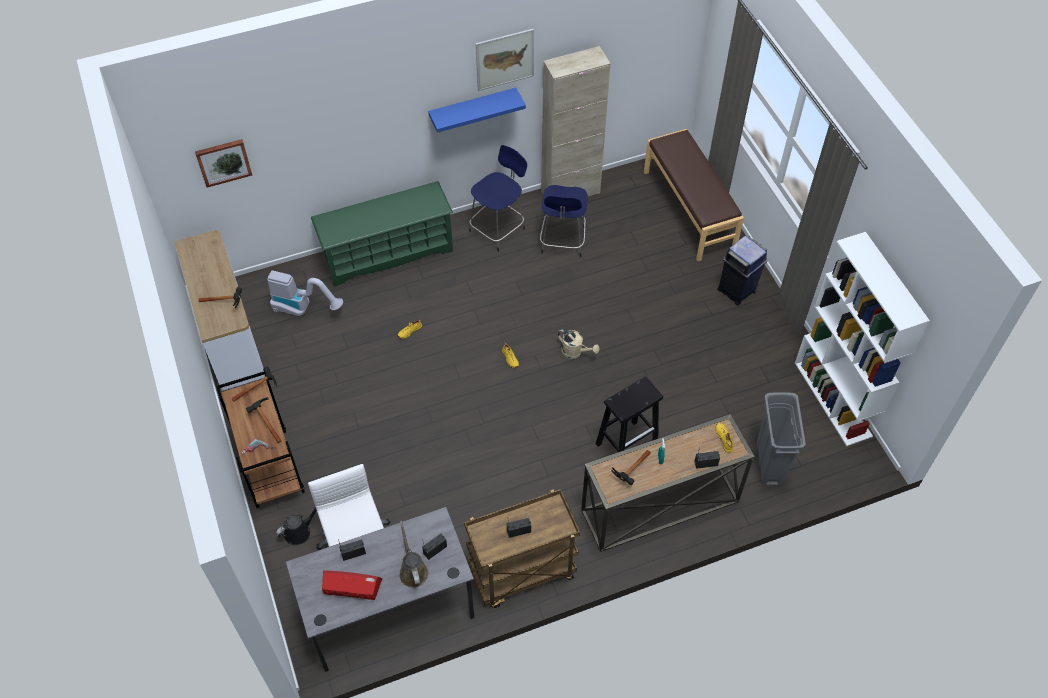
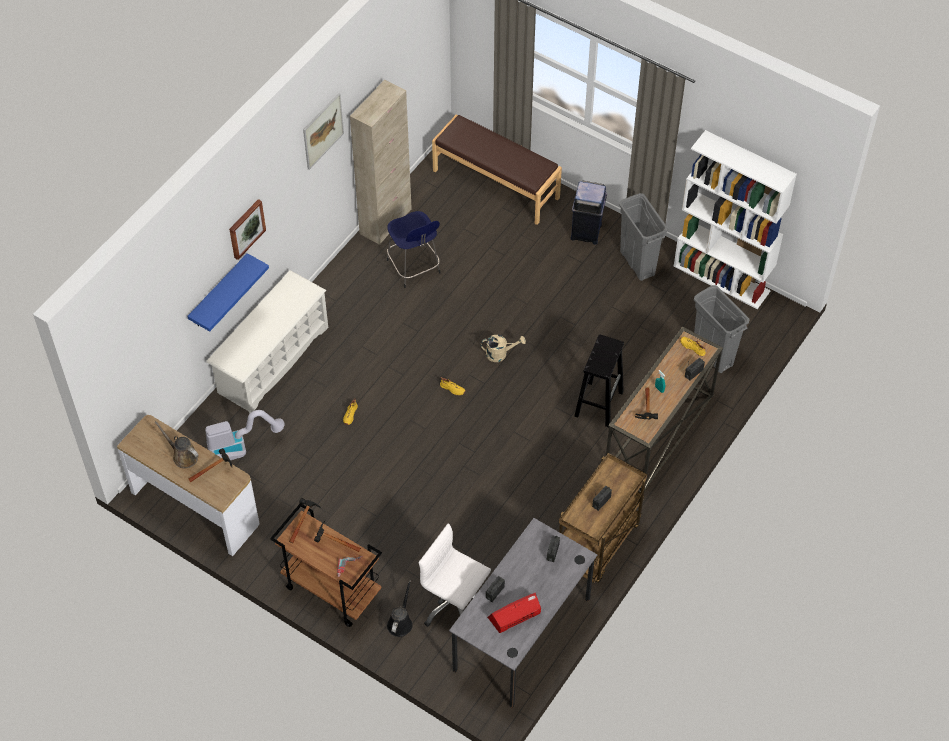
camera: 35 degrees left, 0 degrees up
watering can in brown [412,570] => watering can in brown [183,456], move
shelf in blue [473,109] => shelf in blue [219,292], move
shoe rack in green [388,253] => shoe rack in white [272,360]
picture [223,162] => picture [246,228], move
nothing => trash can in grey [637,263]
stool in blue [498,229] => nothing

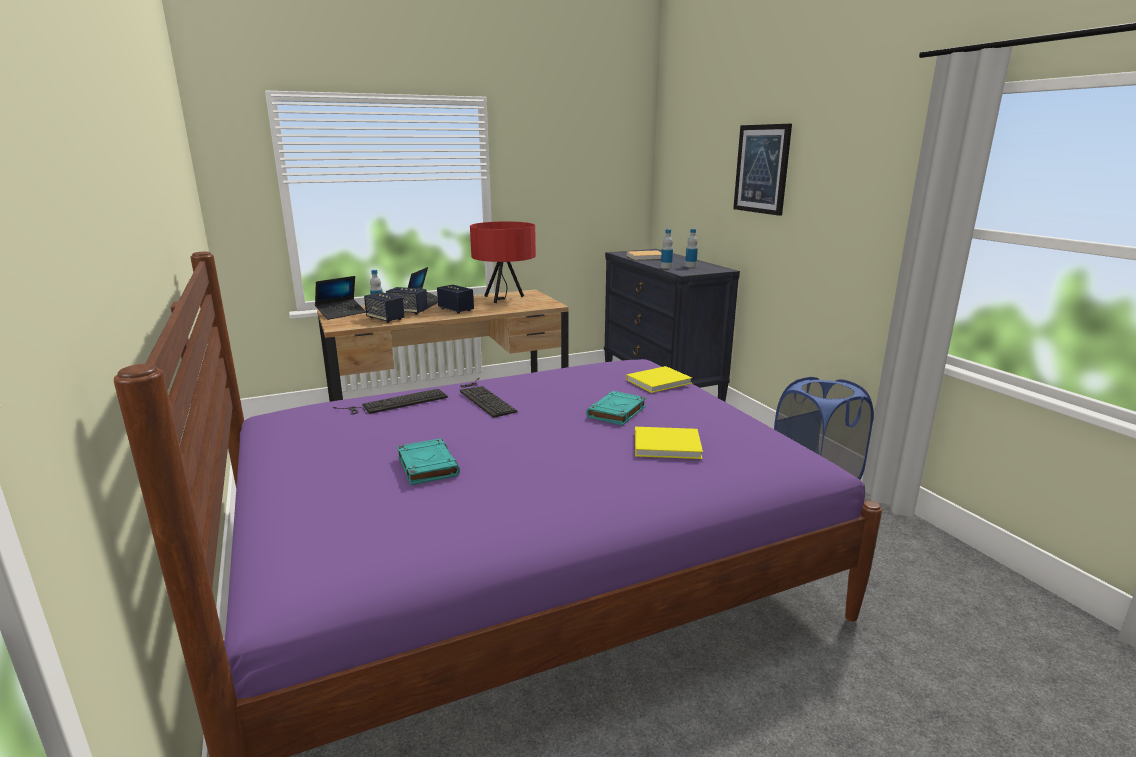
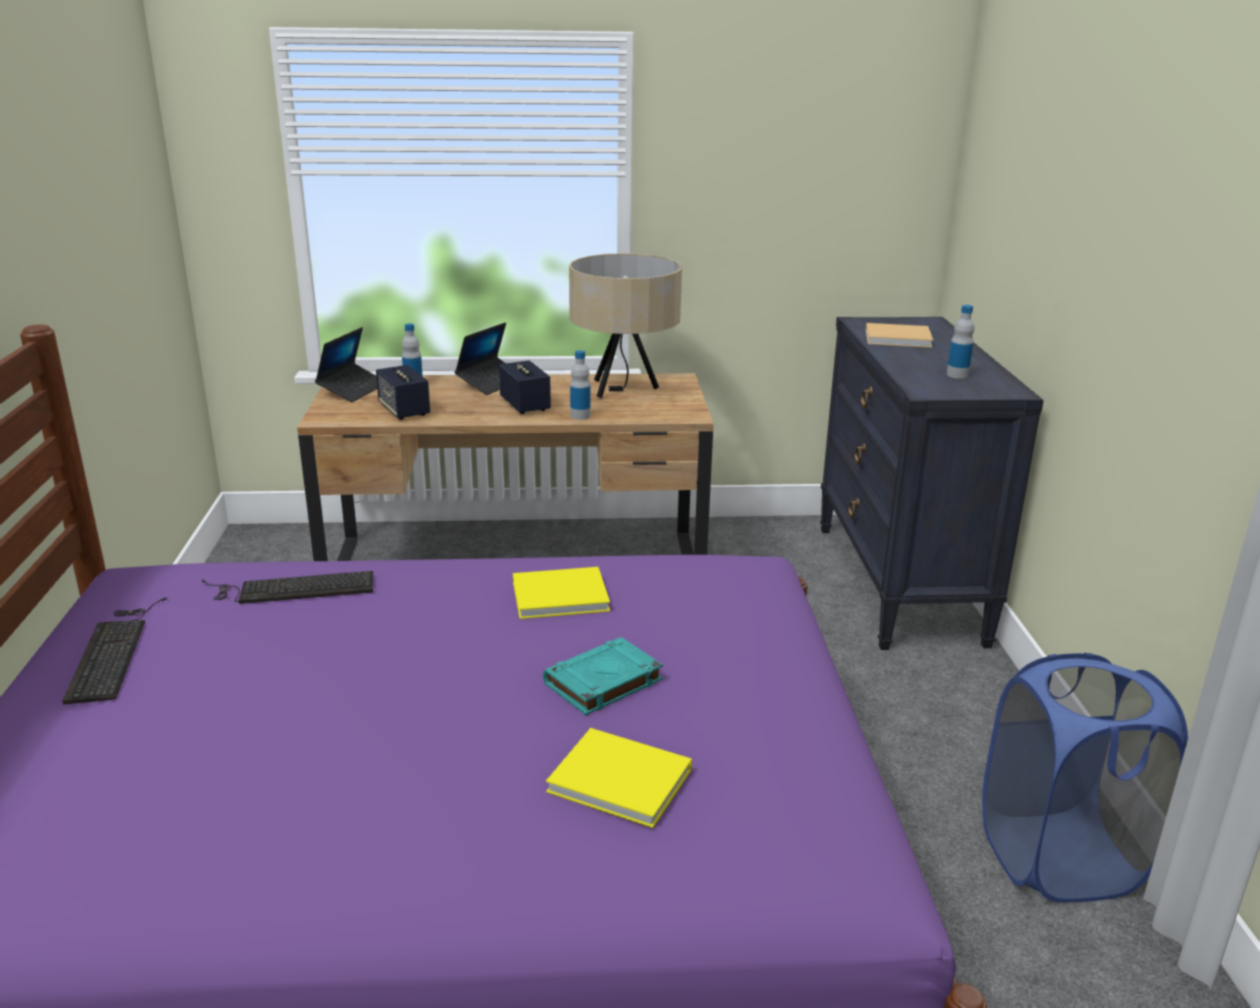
camera: 20 degrees right, 5 degrees up
keyboard [484,398] => keyboard [114,650], move
laptop [341,313] => laptop [353,390], 45 degrees counterclockwise
book in yellow [660,381] => book in yellow [563,596], move
table lamp in red [505,299] => table lamp in beige [624,390]
bottle [666,267] => bottle [580,416], move
speaker [408,312] => nothing
book in turquoise [427,466] => nothing
picture [762,169] => nothing

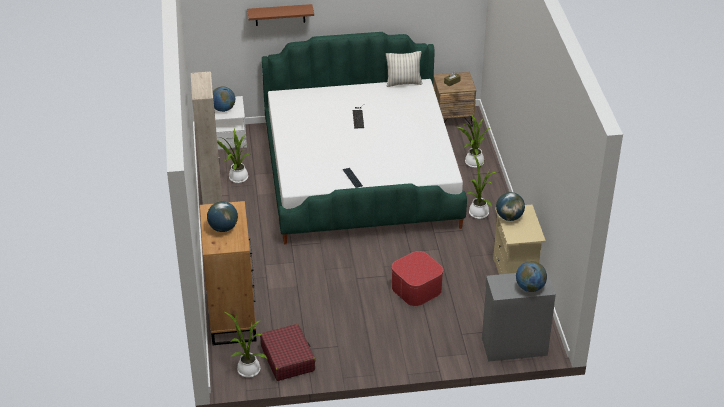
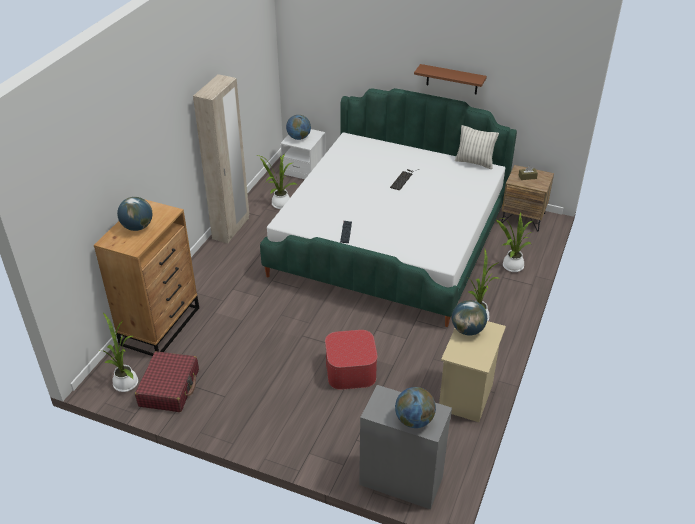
camera: 30 degrees right, 0 degrees up
shelf in brown [280,15] => shelf in brown [452,79], move

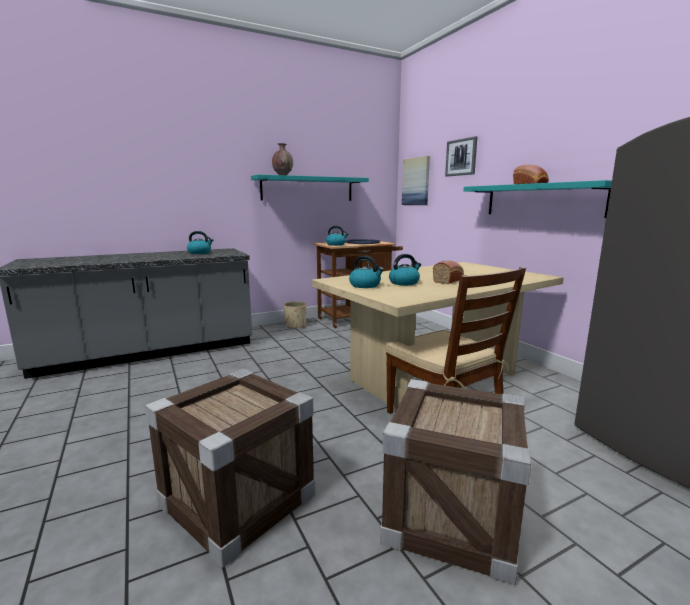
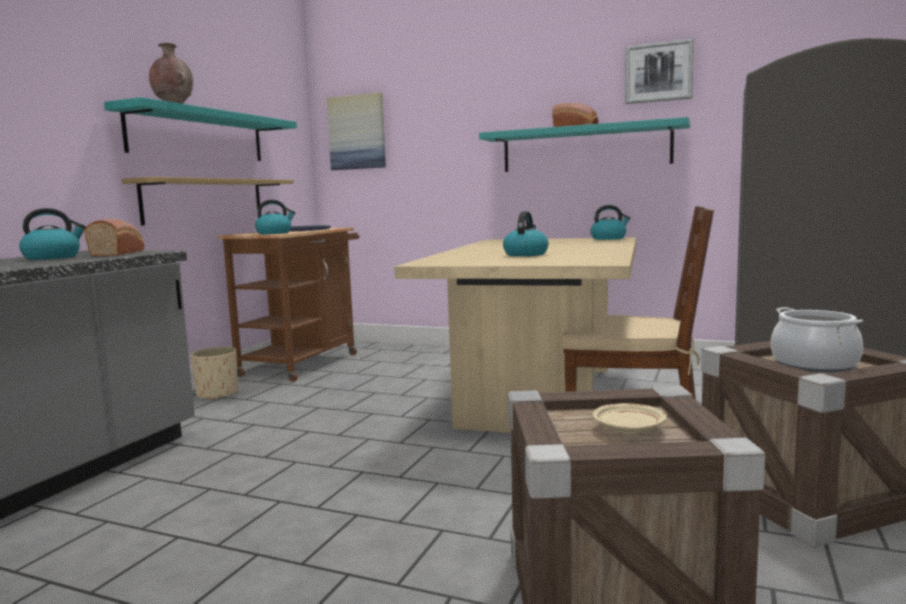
camera: 40 degrees left, 5 degrees down
bread [449,280] => bread [119,253], move
nothing => shelf [205,200]
kettle [365,285] => kettle [609,238], move
nothing => plate in beige [629,429]
picture [461,157] => picture [659,72], move
nothing => cooking pot [814,364]

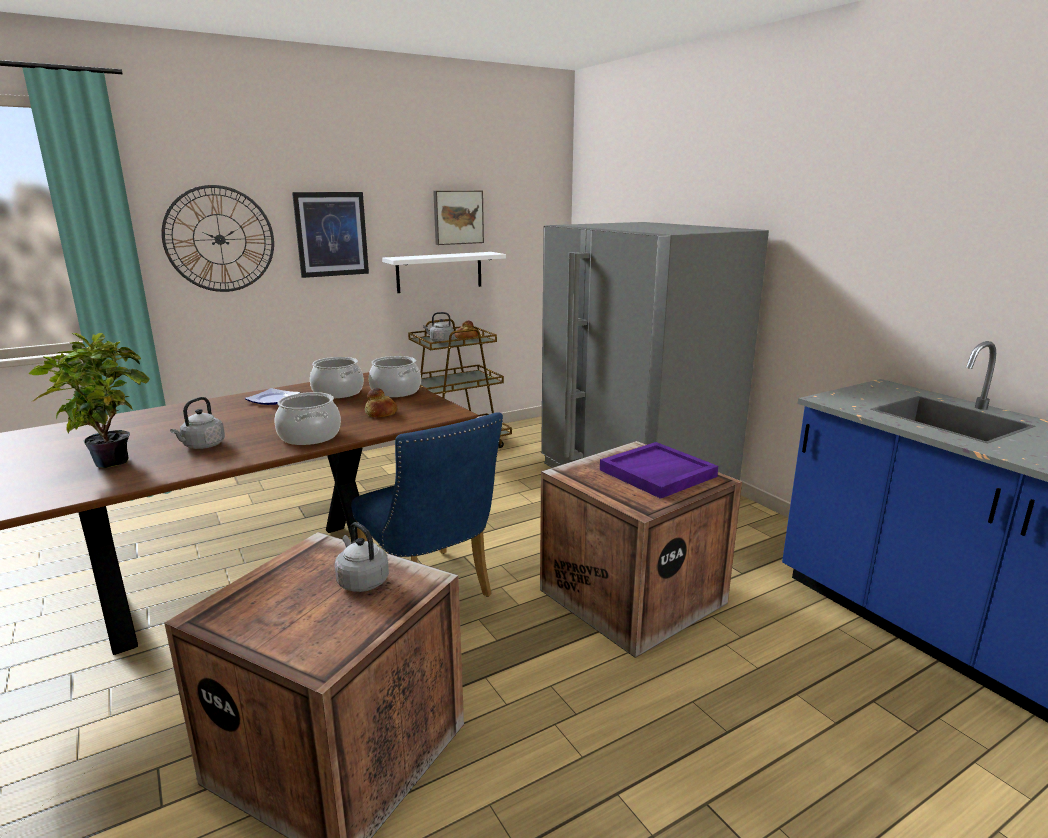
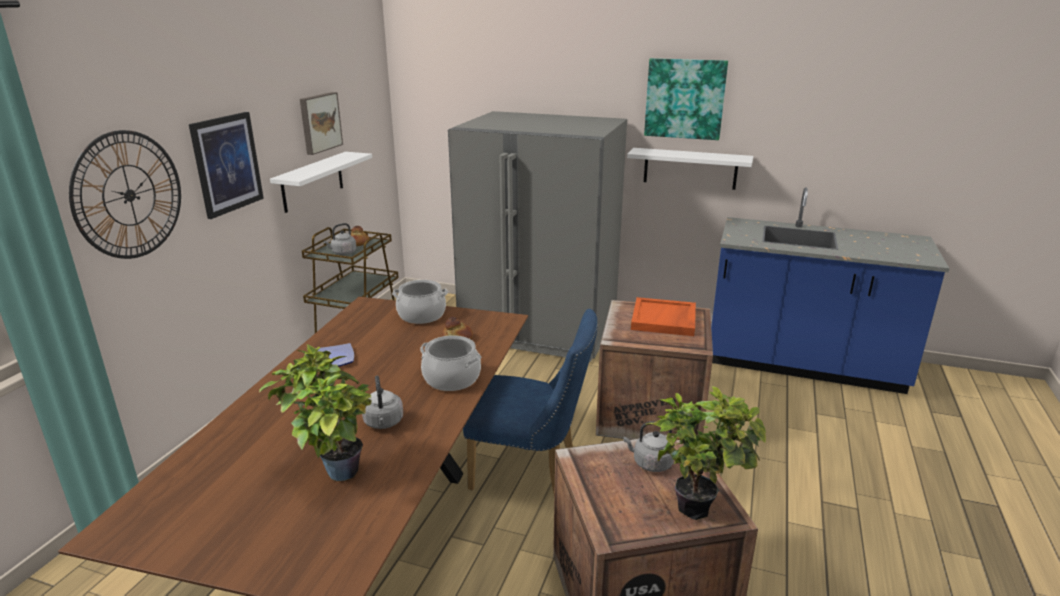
camera: 40 degrees left, 5 degrees up
nothing => shelf in white [690,168]
tray in purple [657,473] => tray in orange [664,320]
nothing => picture [685,99]
nothing => potted plant [698,505]
cooking pot [338,392] => nothing

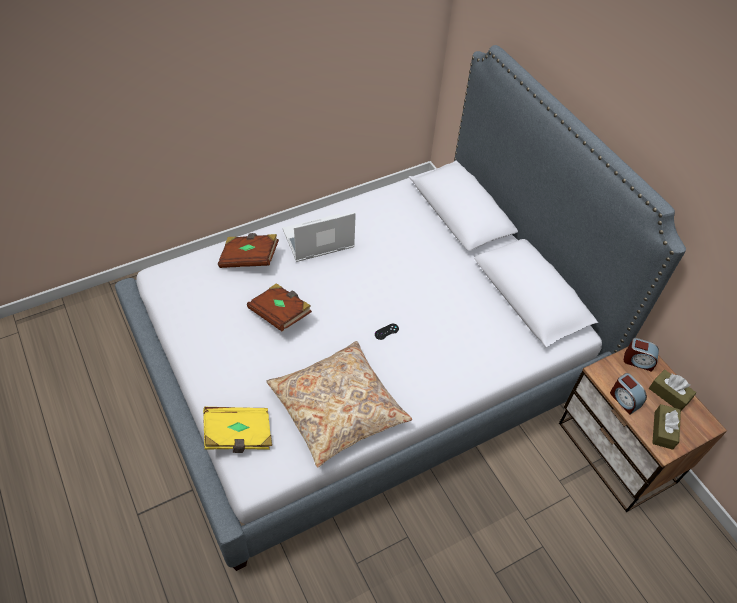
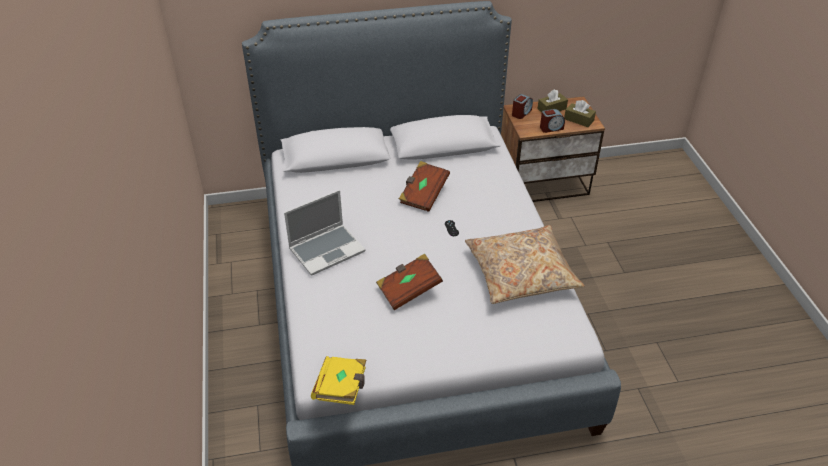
camera: 70 degrees left, 10 degrees down
laptop [317,240] => laptop [327,250], 120 degrees counterclockwise
book in yellow [238,436] => book in yellow [342,388], move
book in brown [249,258] => book in brown [423,194], move

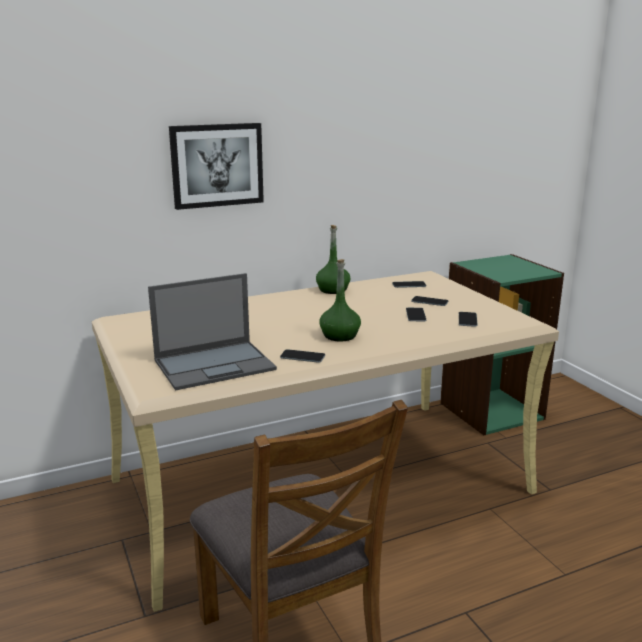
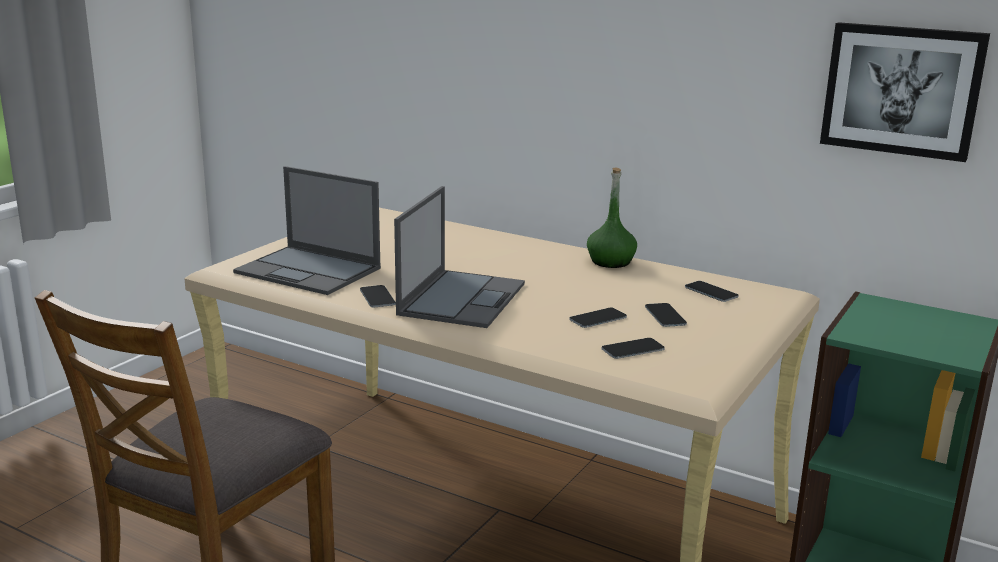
camera: 55 degrees right, 0 degrees up
bottle in green [339,336] => laptop [462,298]
picture [217,165] => picture [901,90], move

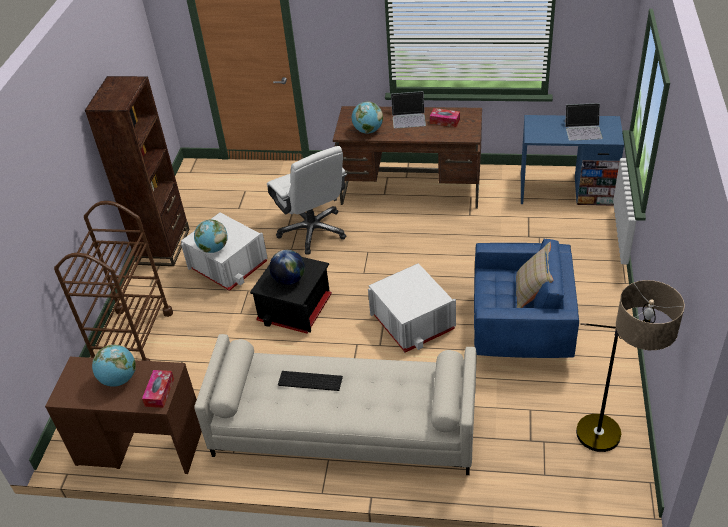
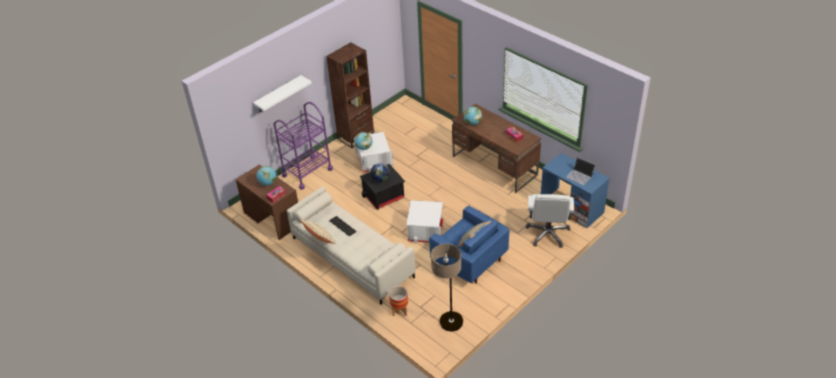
camera: 35 degrees right, 0 degrees up
nothing => shelf in white [278,94]
cart in brown [133,338] => cart in purple [307,172]
nothing => pillow in beige [320,240]
nothing => planter [399,310]
office chair in white [313,231] => office chair in white [548,233], move
laptop [409,118] => nothing

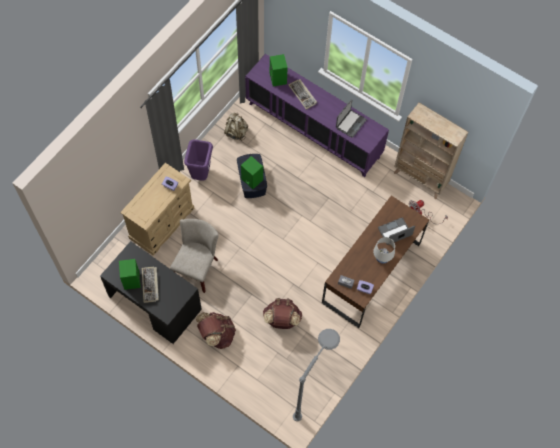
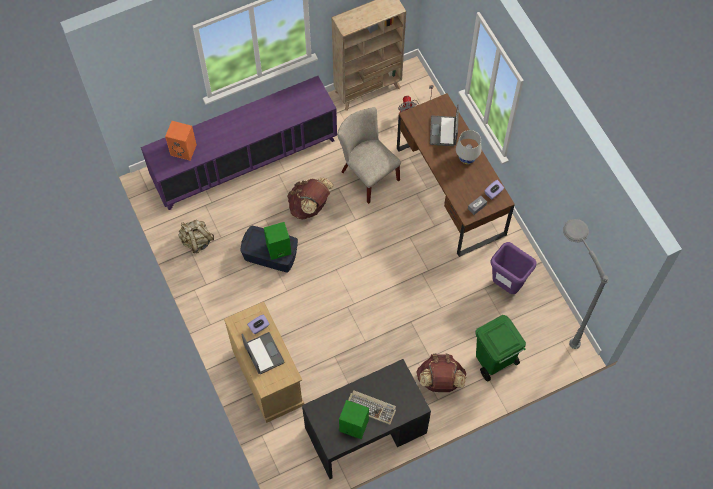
camera: 60 degrees left, 0 degrees up
speaker in green [278,79] => speaker in orange [184,149]
laptop [350,123] => laptop [263,354], move
backpack in brown [282,320] => backpack in brown [310,206], move
chair in beige [197,267] => chair in beige [367,174], move
nothing => trash can in green [494,361]
trash can in purple [201,174] => trash can in purple [506,285], move
keyboard [303,95] => nothing

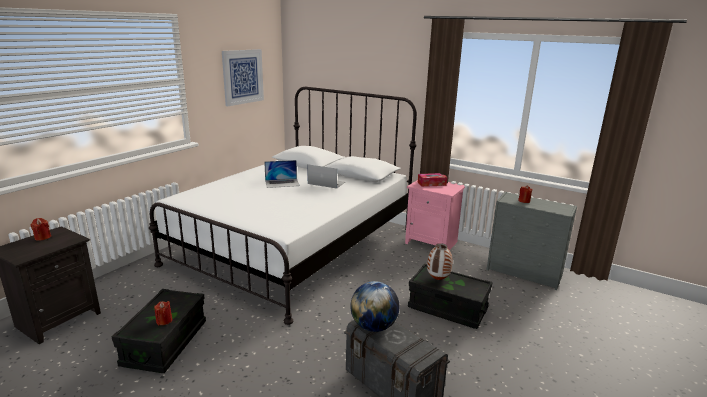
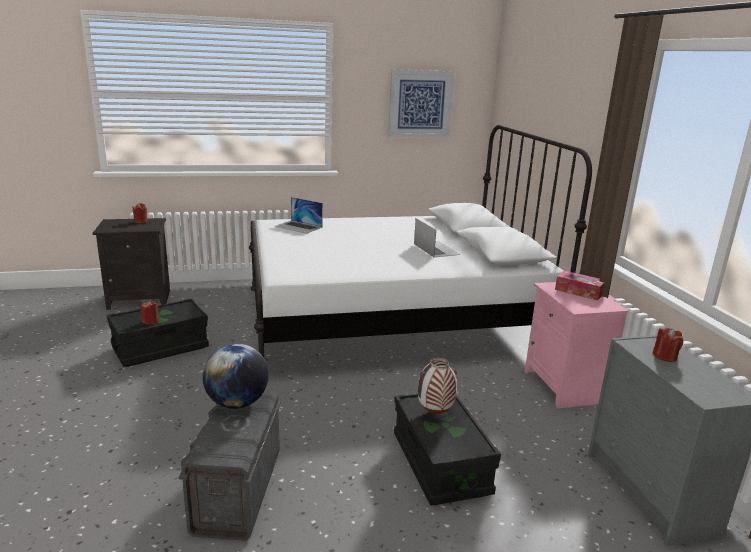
camera: 45 degrees right, 0 degrees up
laptop [282,183] => laptop [298,227], move

